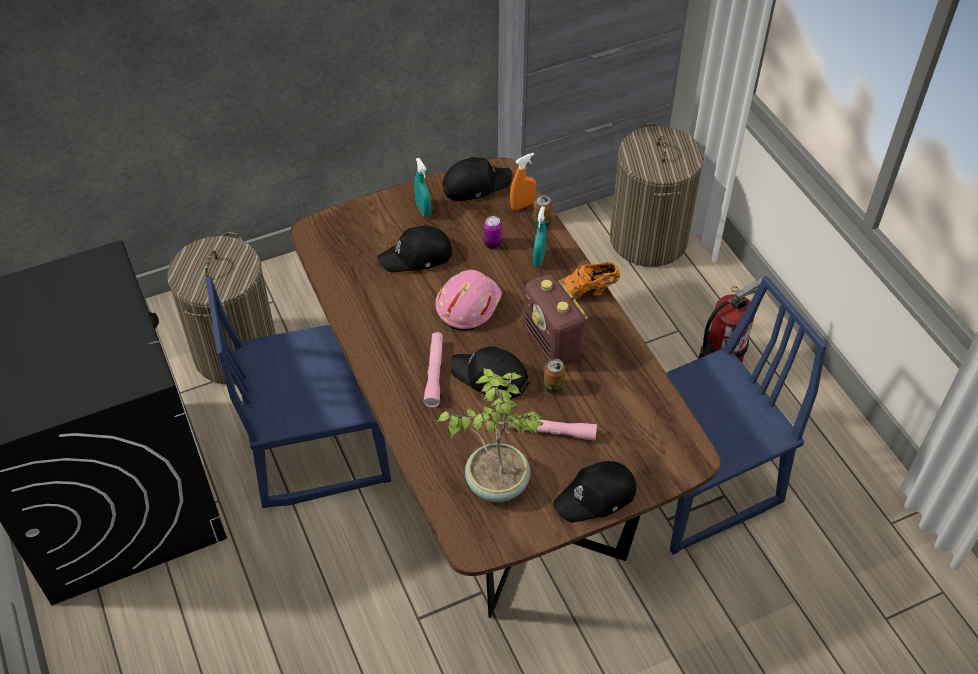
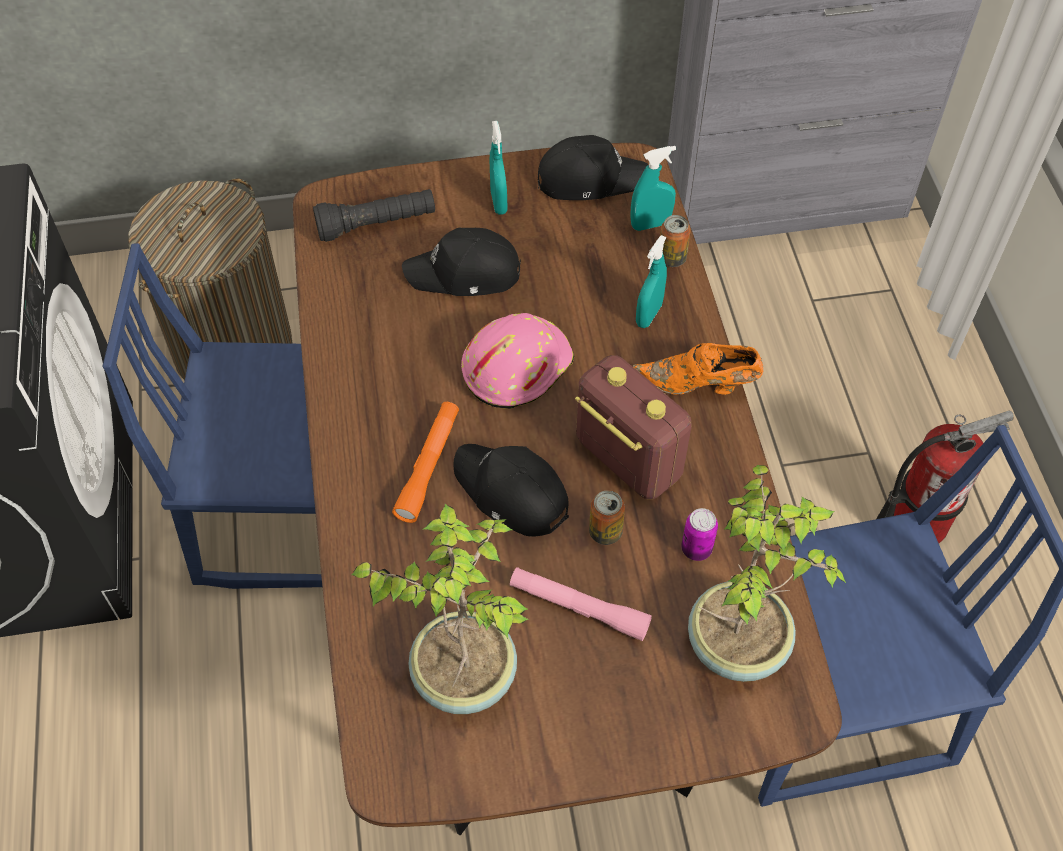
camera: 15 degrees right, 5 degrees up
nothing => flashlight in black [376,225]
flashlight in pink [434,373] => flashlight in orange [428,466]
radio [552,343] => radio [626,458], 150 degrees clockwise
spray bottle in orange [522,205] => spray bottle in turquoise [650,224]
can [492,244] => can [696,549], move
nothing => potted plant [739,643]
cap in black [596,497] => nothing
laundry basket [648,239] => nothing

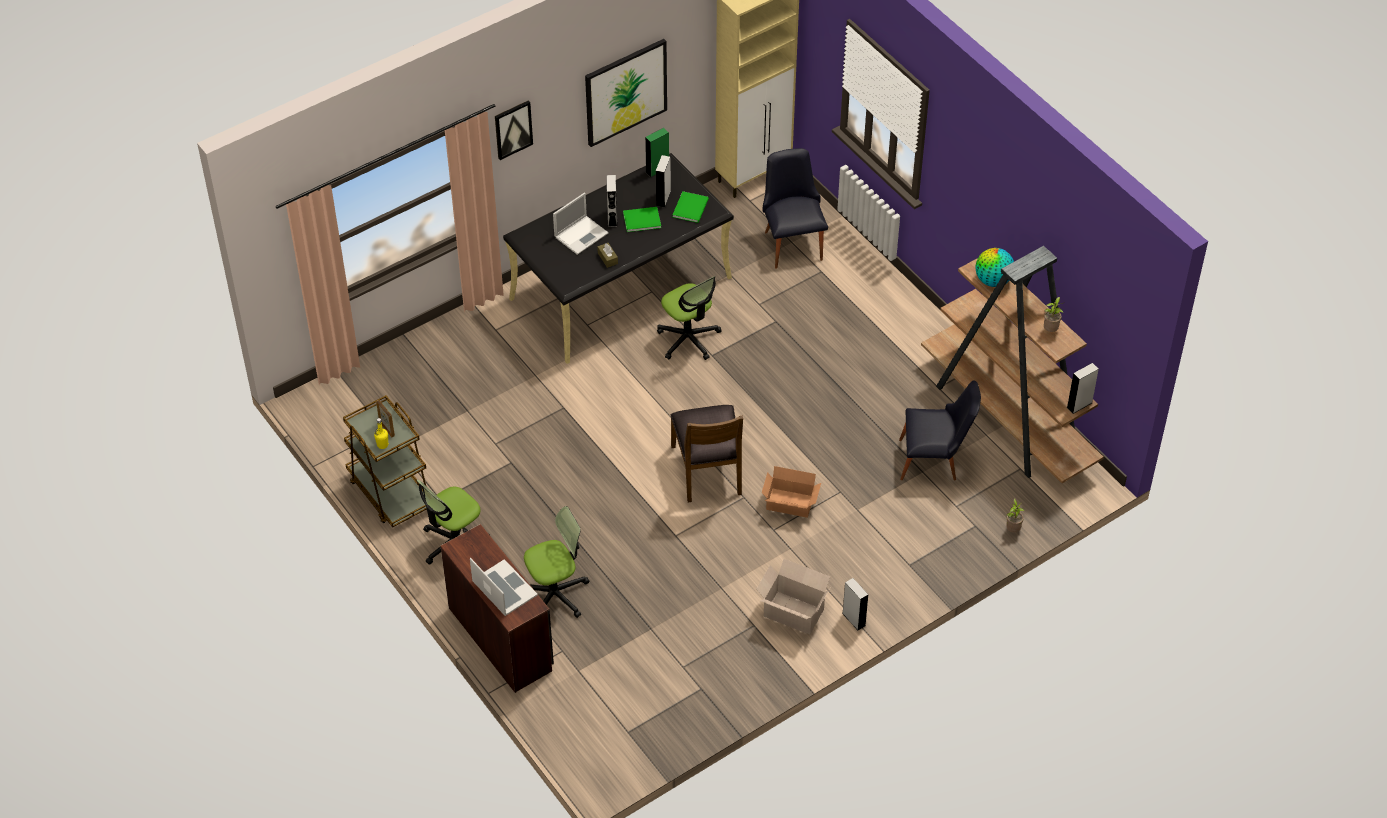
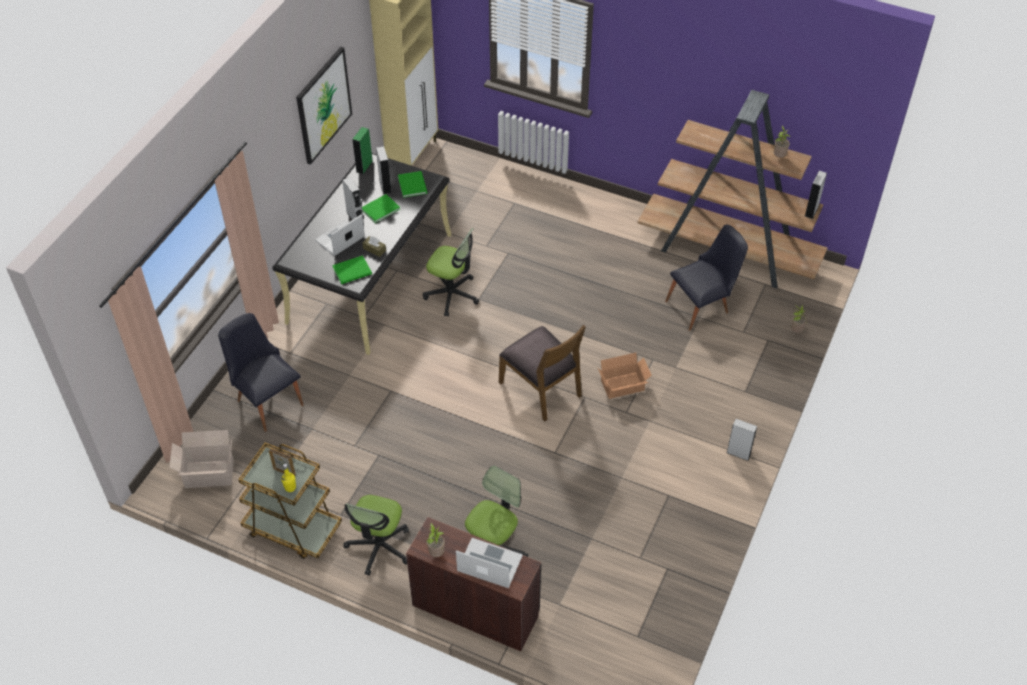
camera: 30 degrees left, 0 degrees up
cardboard box [792,612] => cardboard box [208,473], move
chair in black [792,241] => chair in black [266,399], move
laptop [582,234] => laptop [339,239], 150 degrees counterclockwise
nothing => book in green [353,271]
nothing => potted plant [436,553]
picture [513,129] => nothing
globe [993,280] => nothing

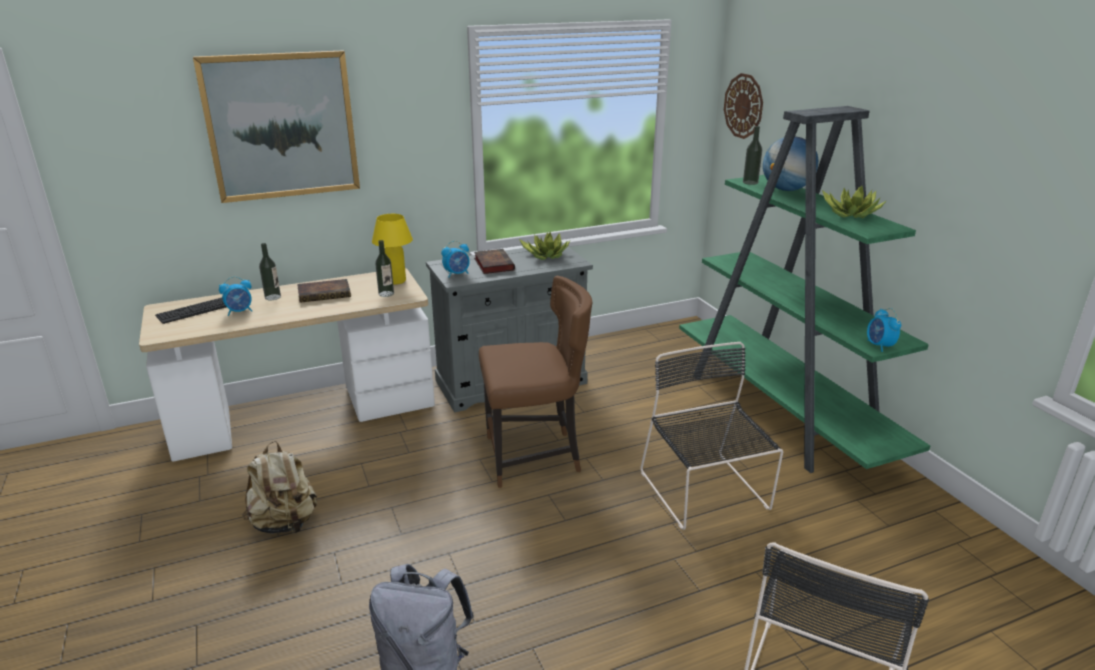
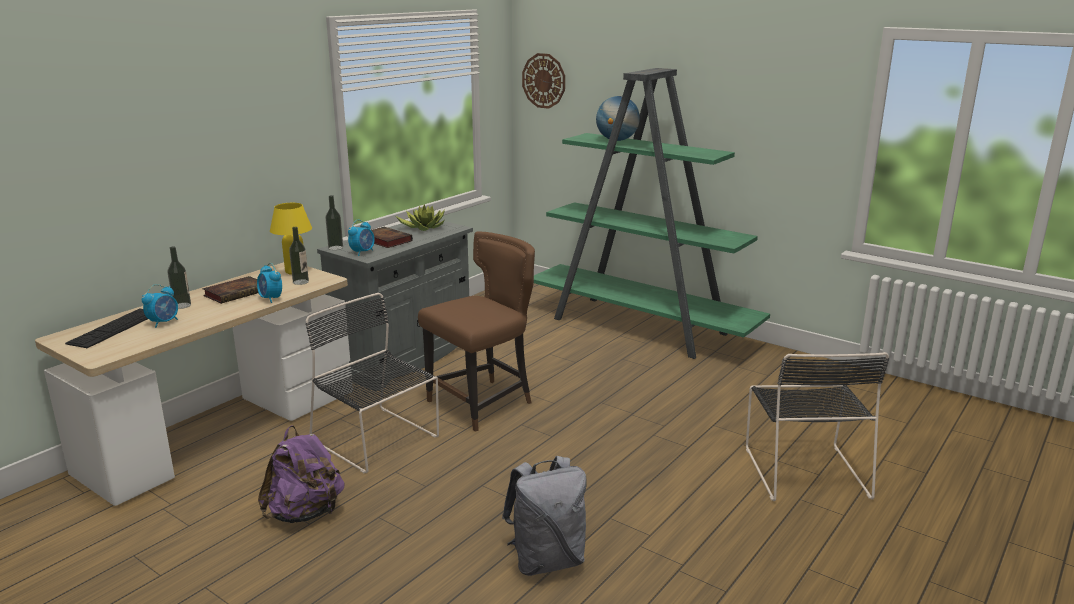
camera: 30 degrees left, 5 degrees down
alarm clock [879,346] => alarm clock [271,299], move
backpack in beige [285,523] => backpack in purple [305,513]
chair in black [705,493] => chair in black [377,440], move
bottle [750,182] => bottle [335,248], move
picture [281,126] => nothing
potted plant [851,214] => nothing

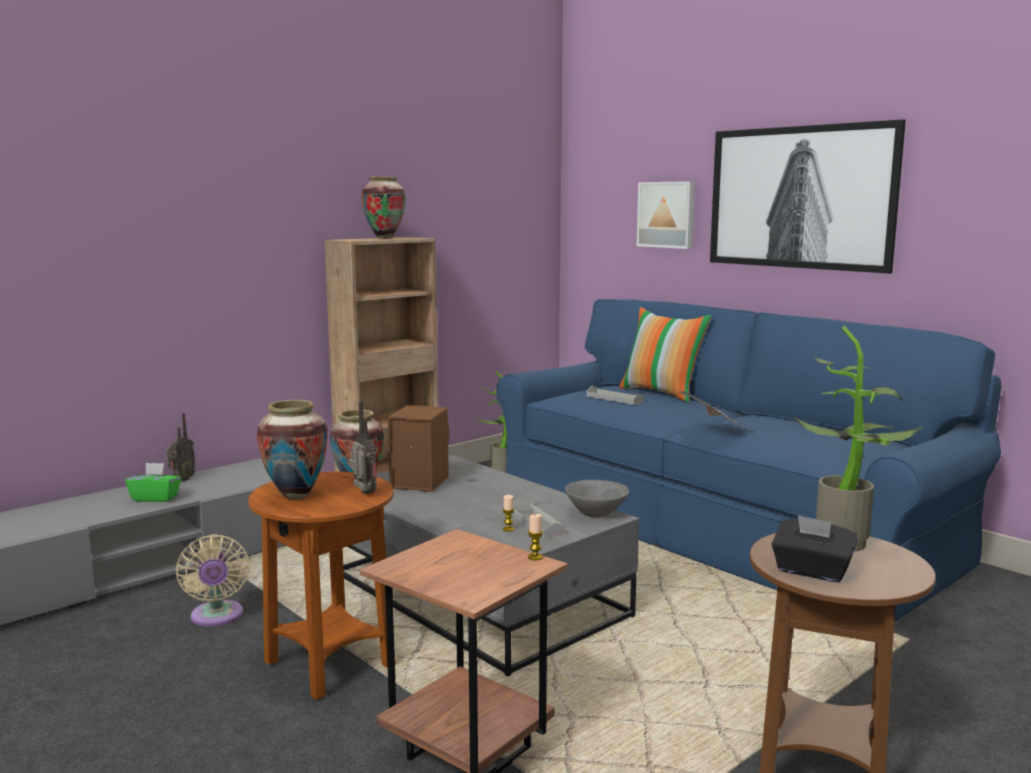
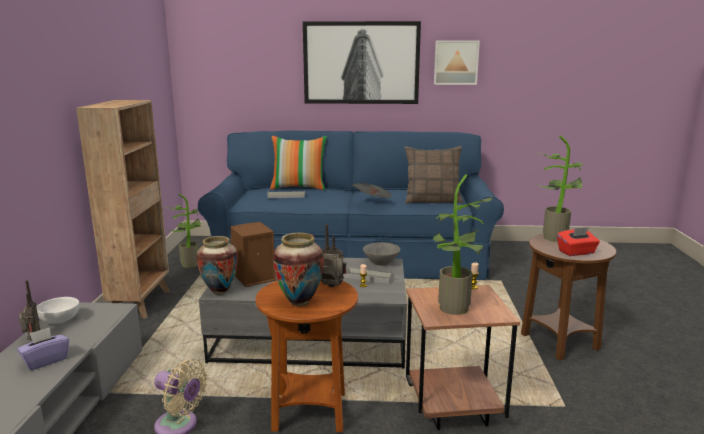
camera: 45 degrees left, 5 degrees up
tissue box in green [155,498] => tissue box in purple [45,361]
nothing => bowl in white [59,321]
nothing => pillow [432,201]
nothing => potted plant [456,310]
picture [667,214] => picture [455,62], move
tissue box in black [812,571] => tissue box in red [576,252]
vase [384,238] => nothing

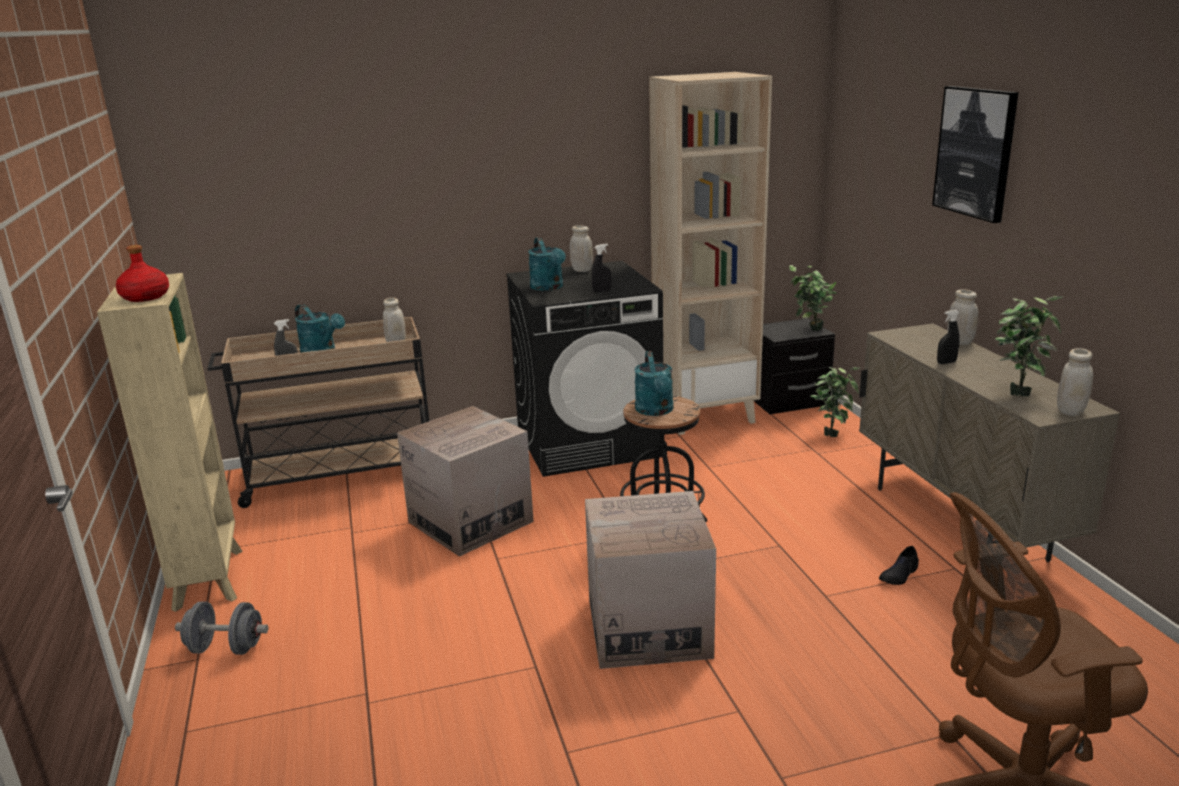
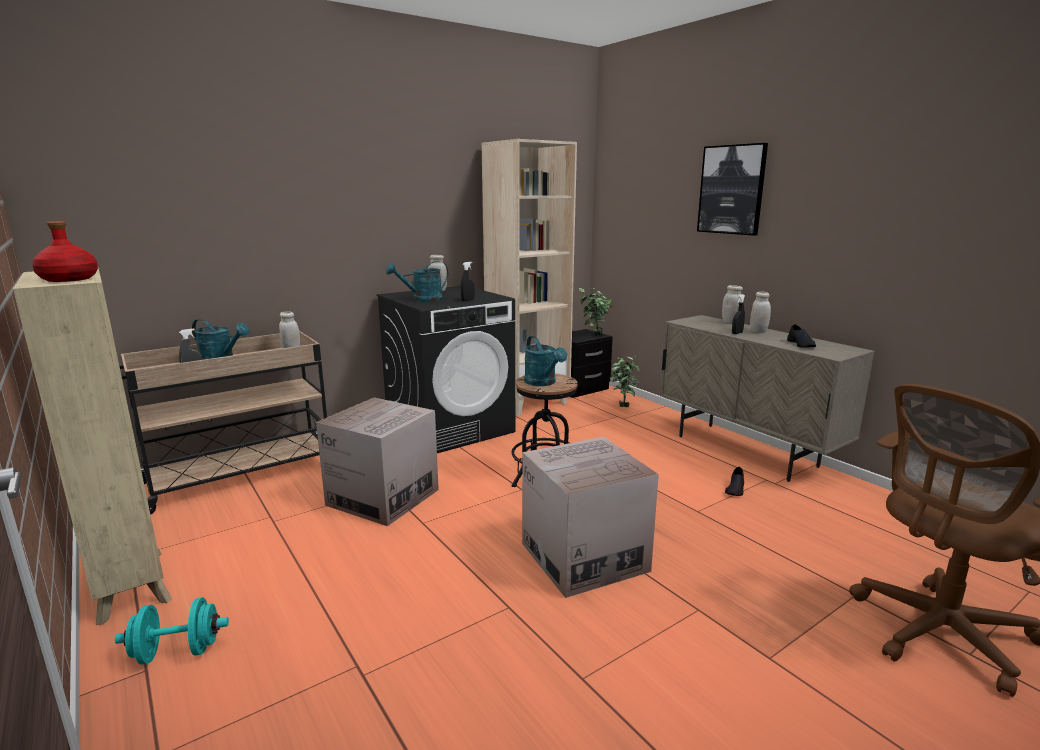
camera: 20 degrees left, 5 degrees down
dumbbell in grey [226,648] => dumbbell in turquoise [177,652]
watering can in turquoise [549,287] => watering can in turquoise [422,300], 105 degrees clockwise
jar in white [1070,411] => jar in white [758,331], move
potted plant [1017,391] => shoe in black [801,344]

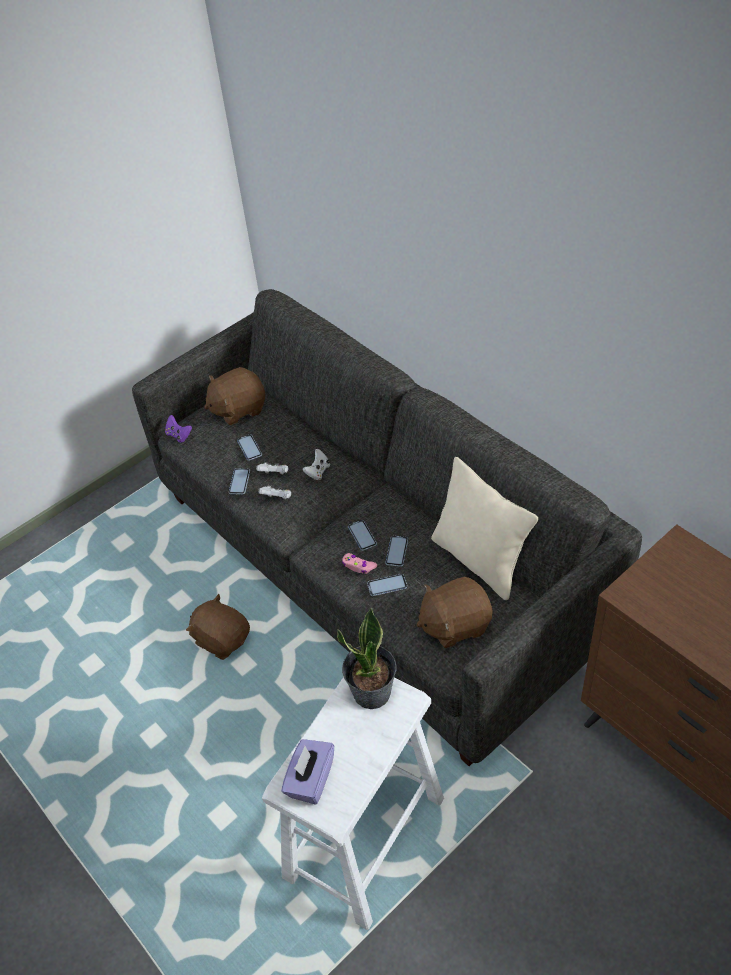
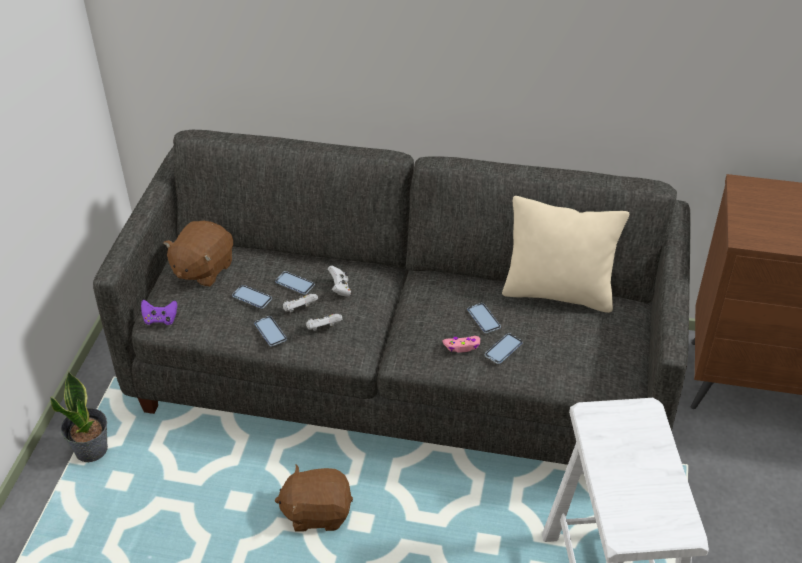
camera: 40 degrees left, 5 degrees down
potted plant [372,692] => potted plant [92,450], move
phone [362,536] => phone [295,283], move
tissue box in purple [310,780] => nothing
plush toy in brown [454,624] => nothing

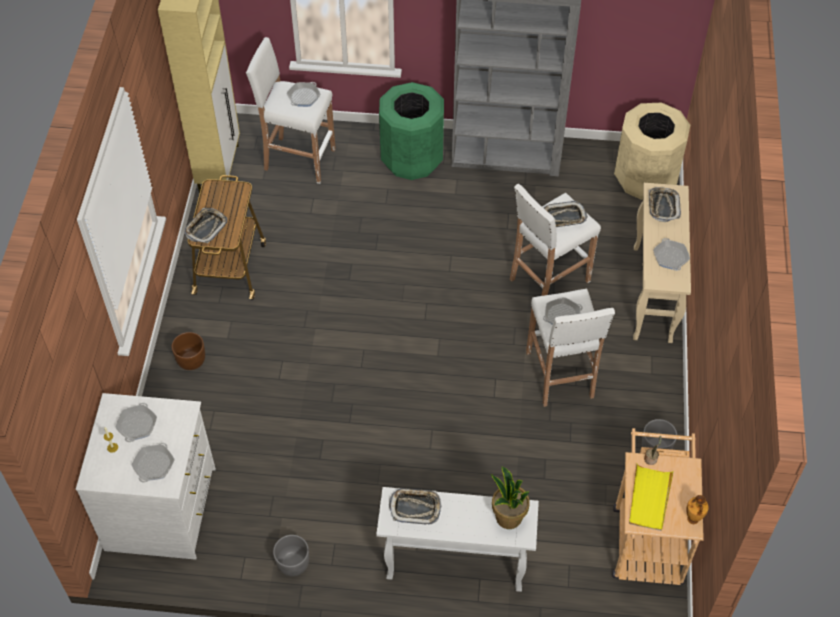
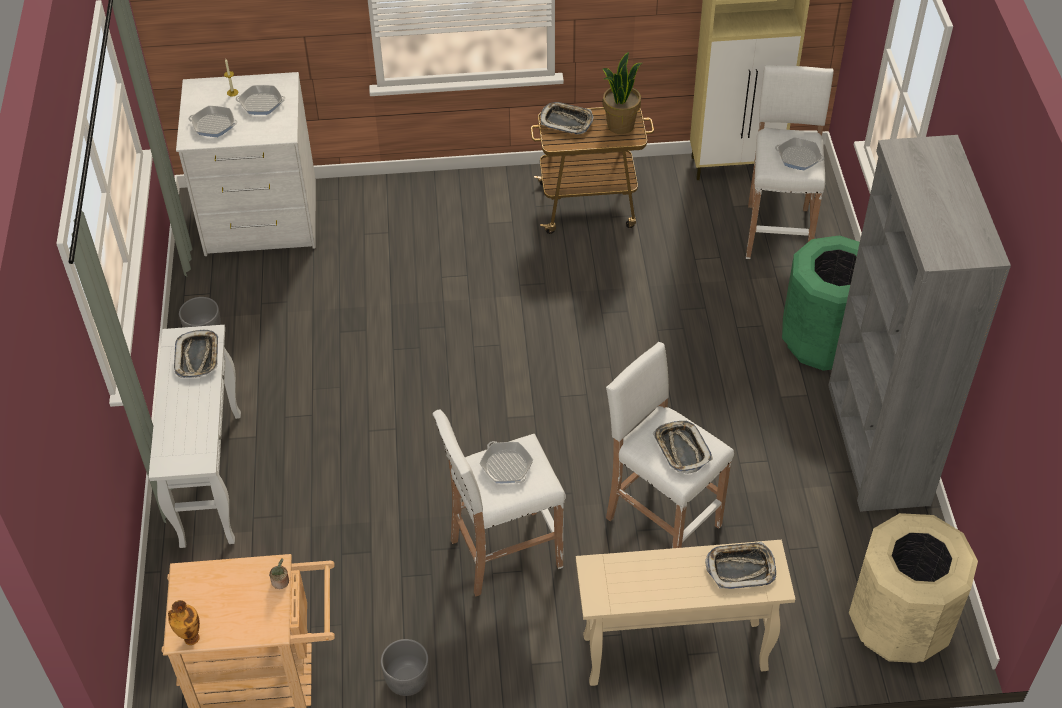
camera: 80 degrees right, 5 degrees down
potted plant [508,517] => potted plant [620,125], move
planter in brown [191,360] => nothing
tray in yellow [649,499] => nothing
frying pan [670,257] => nothing

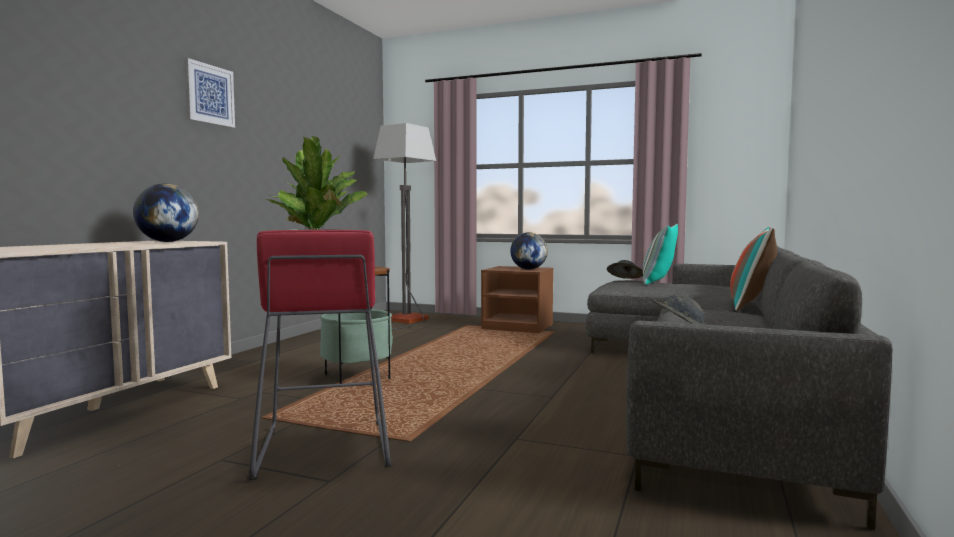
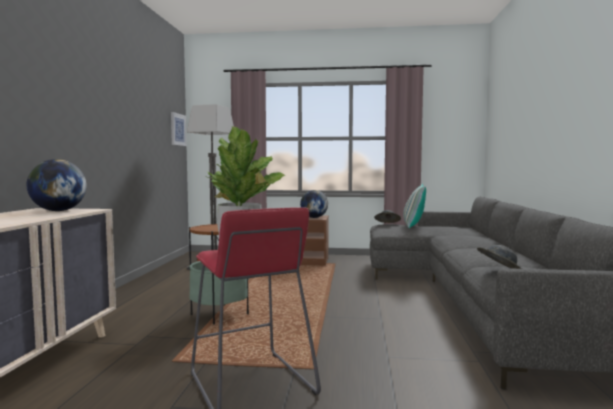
camera: 15 degrees left, 0 degrees up
picture [209,94] => picture [177,129], move
pillow [751,305] => nothing

